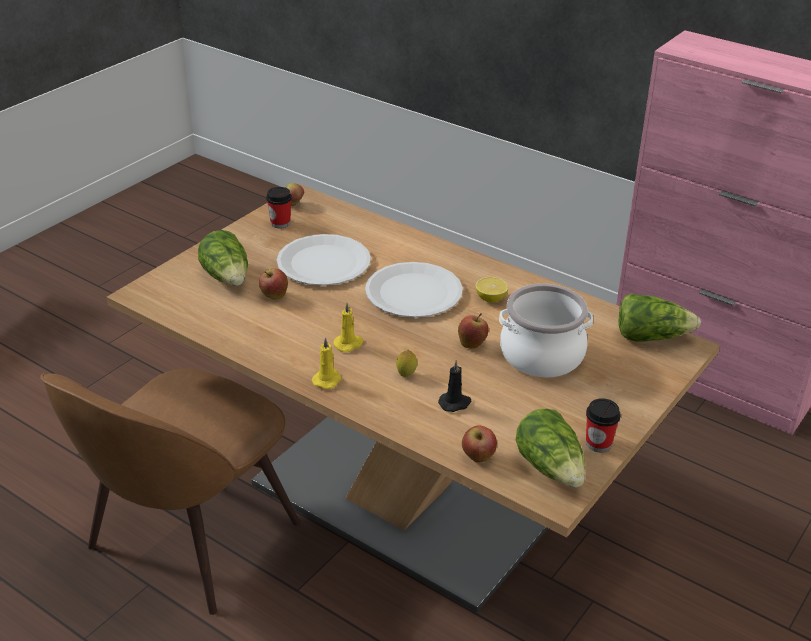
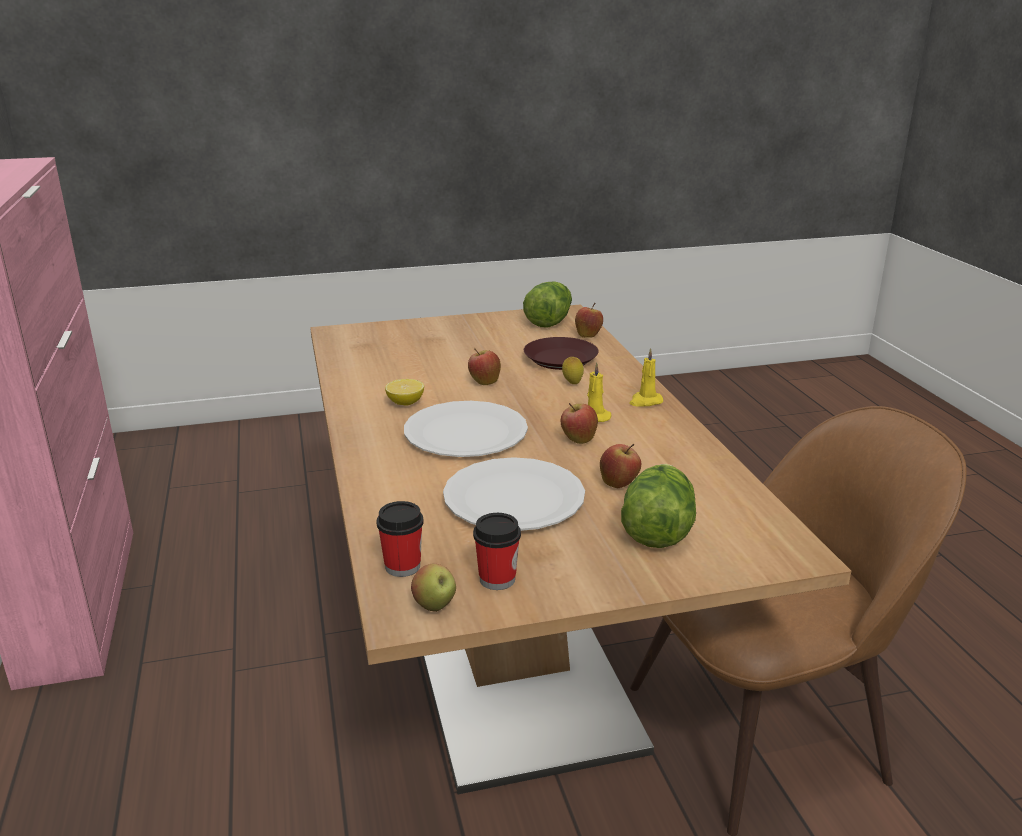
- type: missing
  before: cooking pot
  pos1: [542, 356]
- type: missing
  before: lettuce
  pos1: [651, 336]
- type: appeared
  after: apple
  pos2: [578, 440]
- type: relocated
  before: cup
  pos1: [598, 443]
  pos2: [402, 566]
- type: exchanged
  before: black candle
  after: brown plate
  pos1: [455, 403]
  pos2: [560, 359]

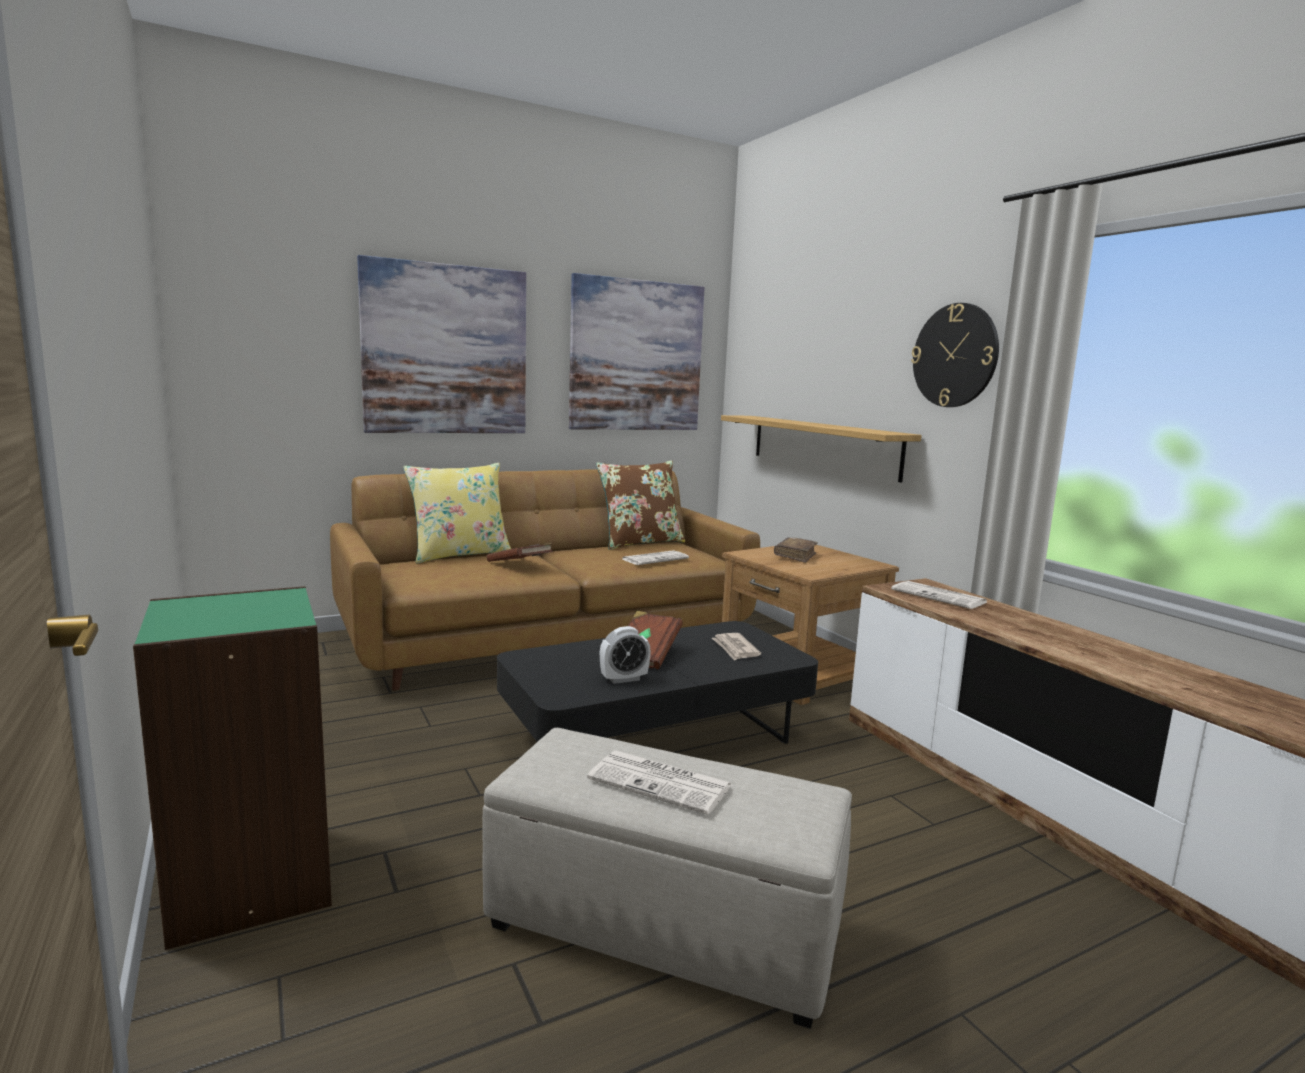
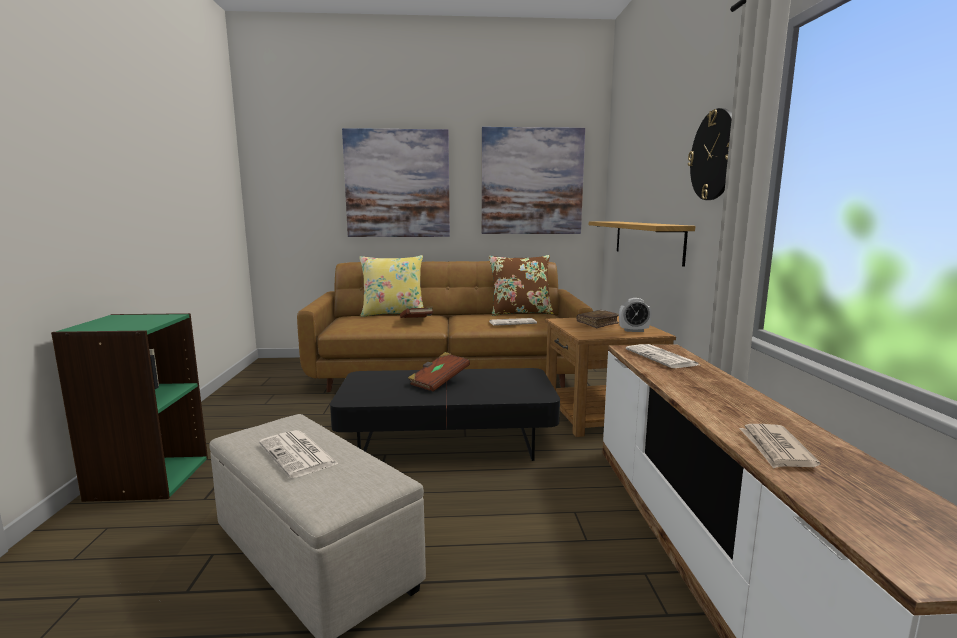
- type: relocated
  before: alarm clock
  pos1: [624, 679]
  pos2: [633, 330]
- type: relocated
  before: newspaper
  pos1: [735, 649]
  pos2: [775, 449]

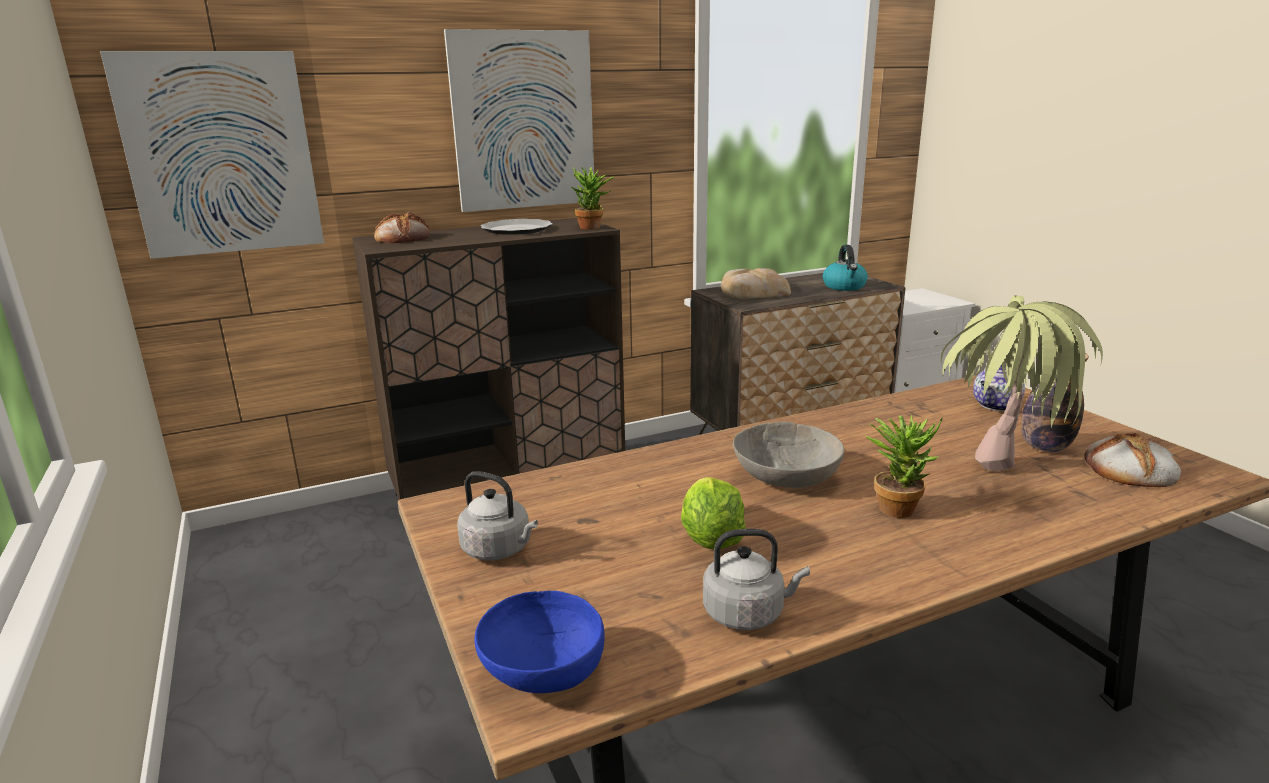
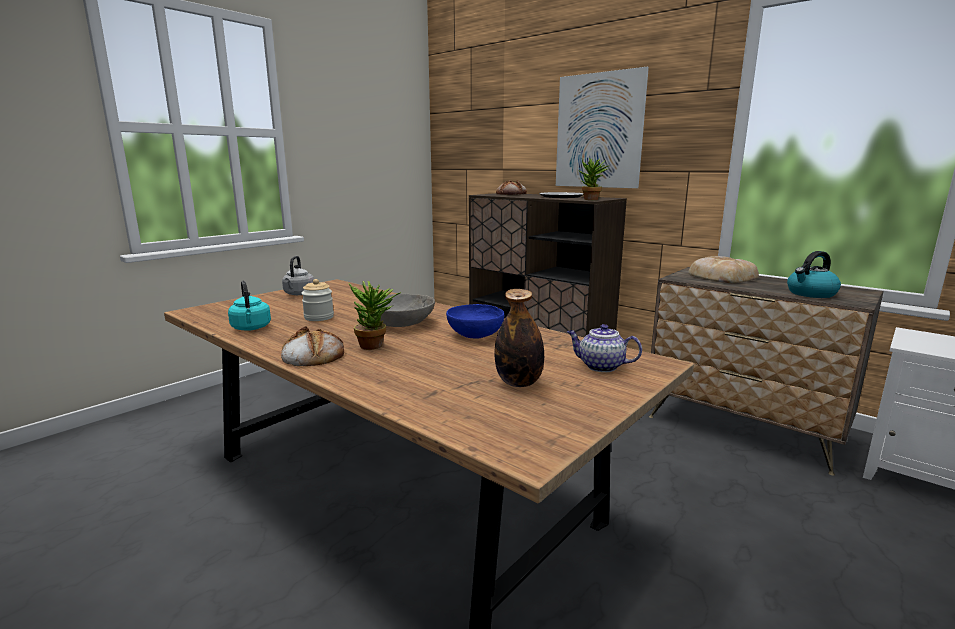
- type: missing
  before: picture
  pos1: [221, 154]
- type: missing
  before: potted plant
  pos1: [996, 486]
- type: relocated
  before: blue bowl
  pos1: [541, 671]
  pos2: [475, 335]
- type: relocated
  before: bread
  pos1: [1129, 470]
  pos2: [312, 355]
- type: exchanged
  before: lettuce
  after: jar
  pos1: [711, 539]
  pos2: [319, 317]
- type: colour
  before: grey kettle
  after: turquoise kettle
  pos1: [747, 613]
  pos2: [251, 328]

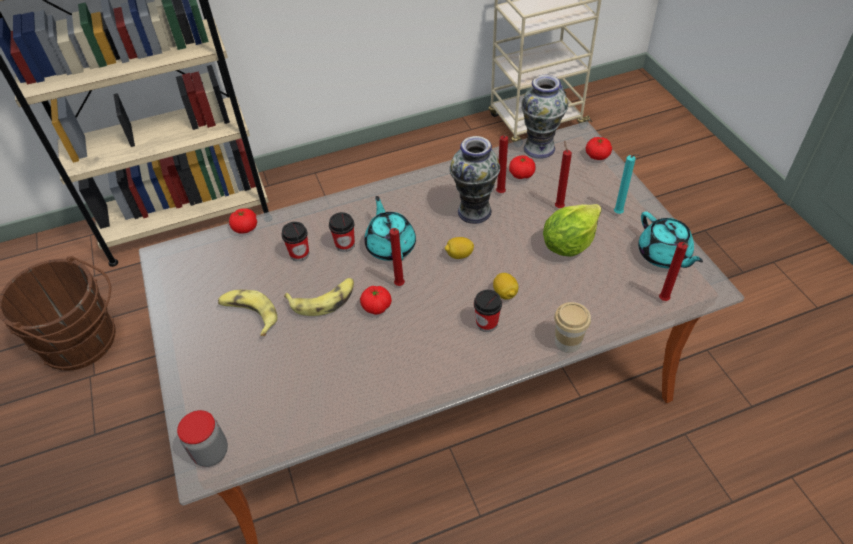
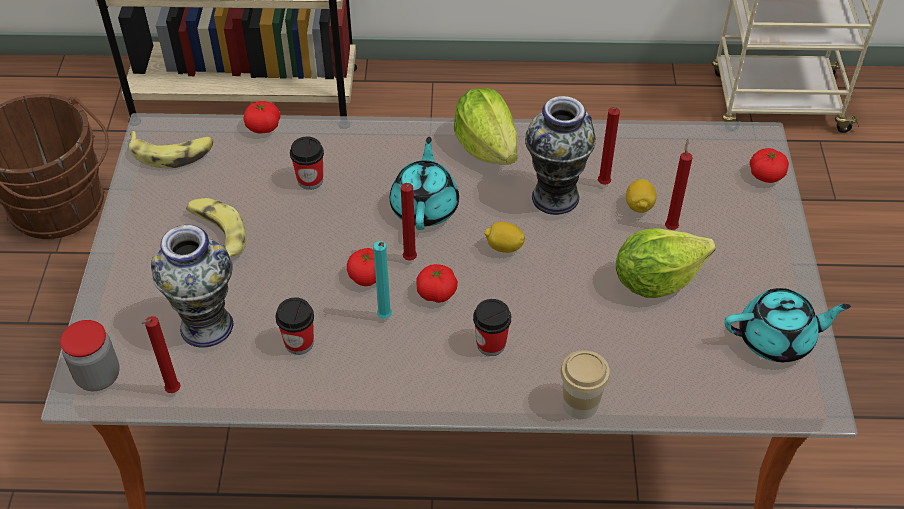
- type: appeared
  after: lettuce
  pos2: [486, 146]
- type: relocated
  before: banana
  pos1: [324, 300]
  pos2: [172, 153]
- type: relocated
  before: cup
  pos1: [345, 244]
  pos2: [299, 343]
- type: relocated
  before: lemon
  pos1: [505, 293]
  pos2: [639, 206]
- type: relocated
  before: tomato
  pos1: [521, 174]
  pos2: [436, 293]
- type: relocated
  before: vase
  pos1: [539, 148]
  pos2: [206, 326]
- type: relocated
  before: turquoise candle
  pos1: [619, 214]
  pos2: [385, 318]
- type: relocated
  before: red candle
  pos1: [664, 301]
  pos2: [172, 392]
- type: spun
  before: turquoise teapot
  pos1: [663, 255]
  pos2: [777, 339]
  turn: -90

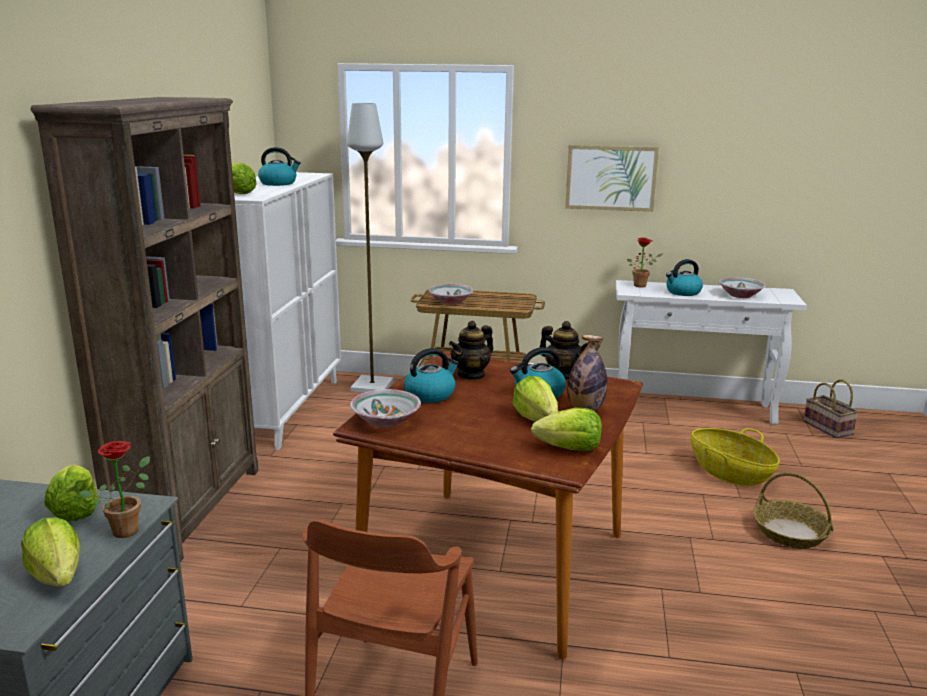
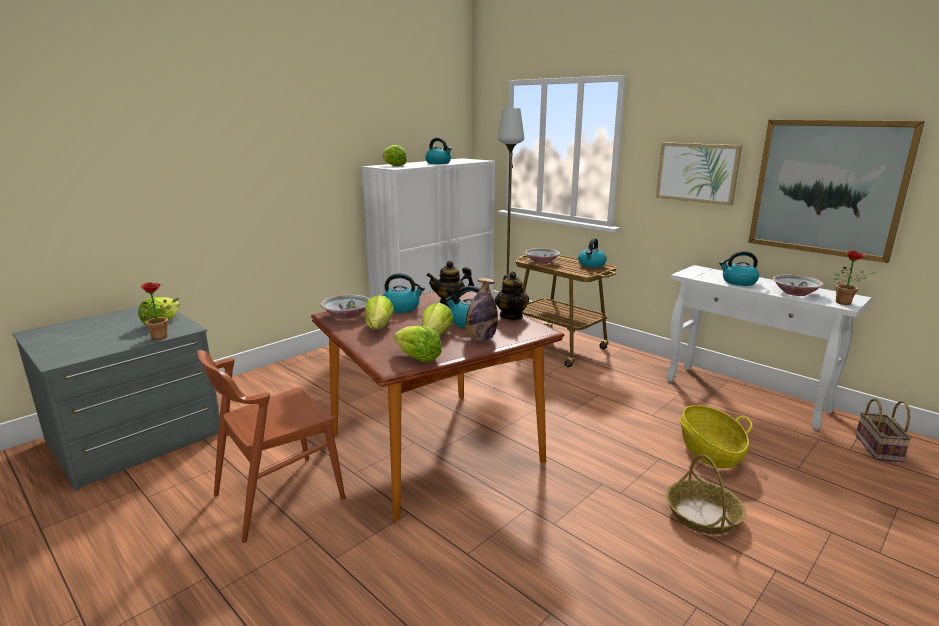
- type: missing
  before: brown bookcase
  pos1: [191, 508]
- type: appeared
  after: kettle
  pos2: [591, 265]
- type: appeared
  after: picture
  pos2: [827, 188]
- type: relocated
  before: lettuce
  pos1: [58, 576]
  pos2: [379, 327]
- type: relocated
  before: potted plant
  pos1: [642, 285]
  pos2: [846, 303]

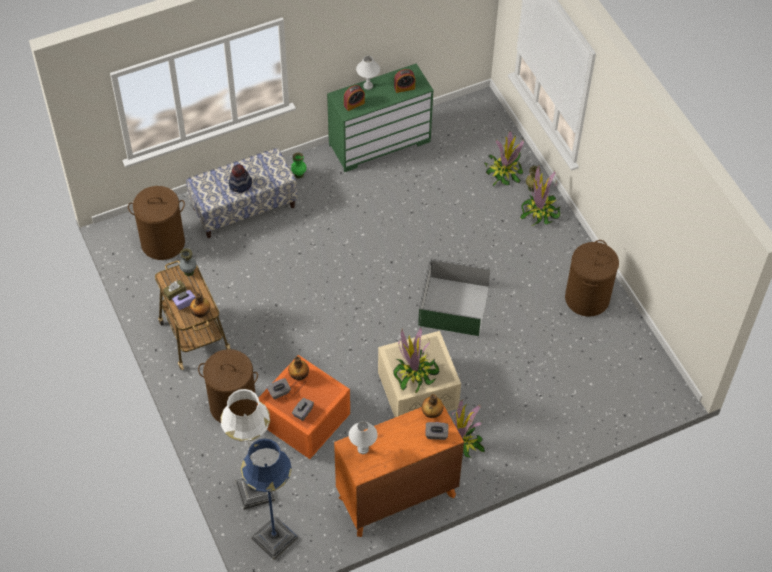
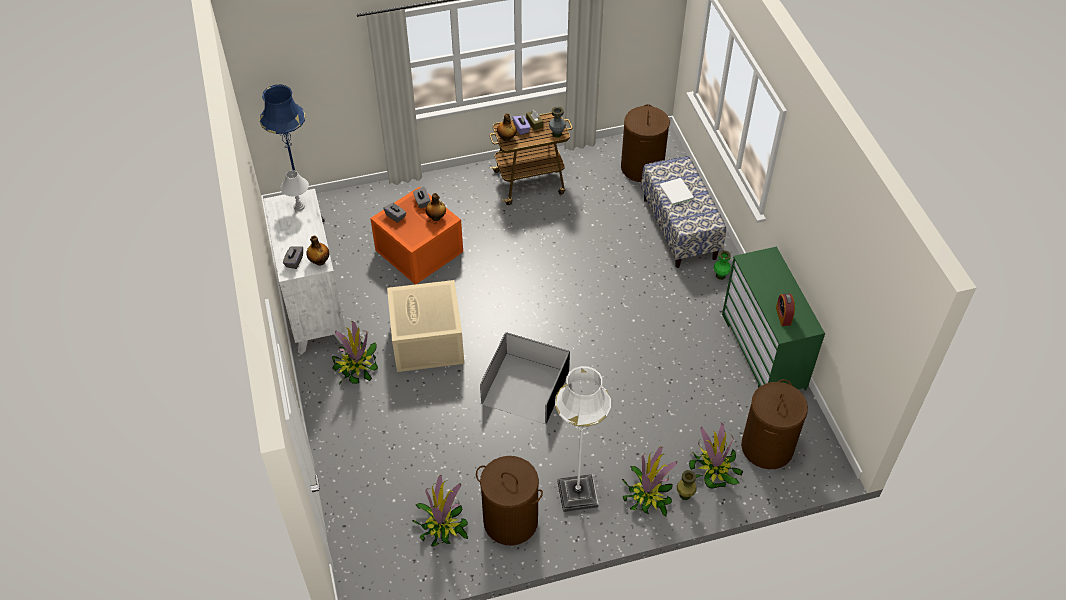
- type: missing
  before: alarm clock
  pos1: [354, 104]
- type: missing
  before: white table lamp
  pos1: [368, 86]
- type: relocated
  before: brown laundry basket
  pos1: [233, 405]
  pos2: [767, 447]
- type: relocated
  before: white floor lamp
  pos1: [255, 491]
  pos2: [577, 494]
- type: relocated
  before: potted plant
  pos1: [414, 372]
  pos2: [442, 526]
- type: exchanged
  before: hat
  after: white book
  pos1: [240, 185]
  pos2: [676, 193]
- type: colour
  before: orange dresser
  after: white dresser
  pos1: [397, 496]
  pos2: [314, 309]
- type: colour
  before: green storage box
  after: black storage box
  pos1: [453, 306]
  pos2: [524, 387]

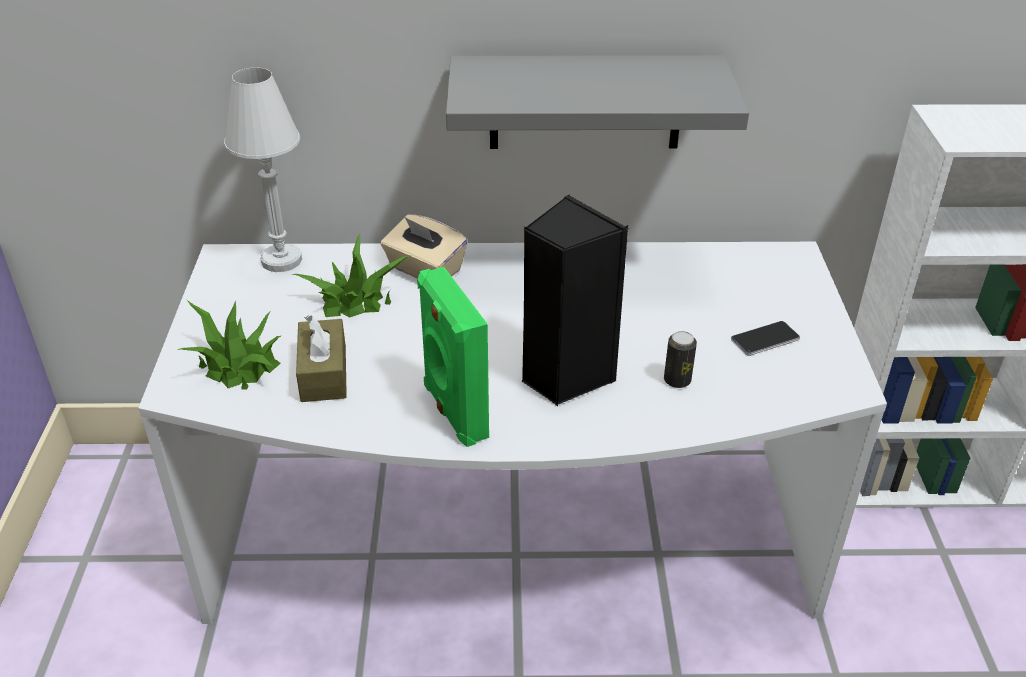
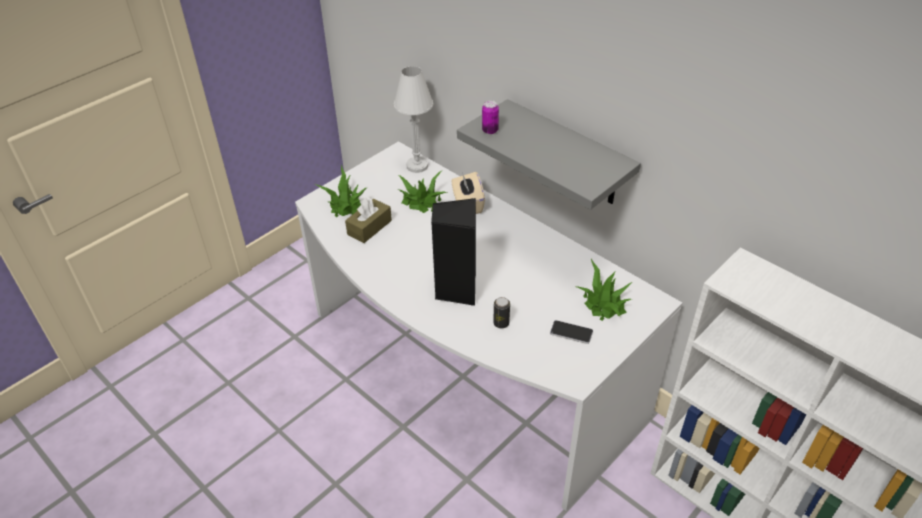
- type: missing
  before: green speaker
  pos1: [453, 412]
- type: appeared
  after: can
  pos2: [490, 130]
- type: appeared
  after: potted plant
  pos2: [604, 303]

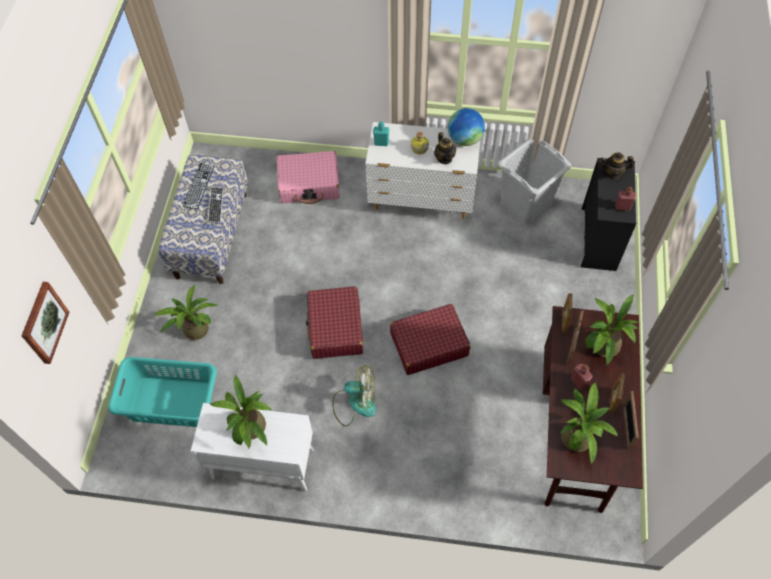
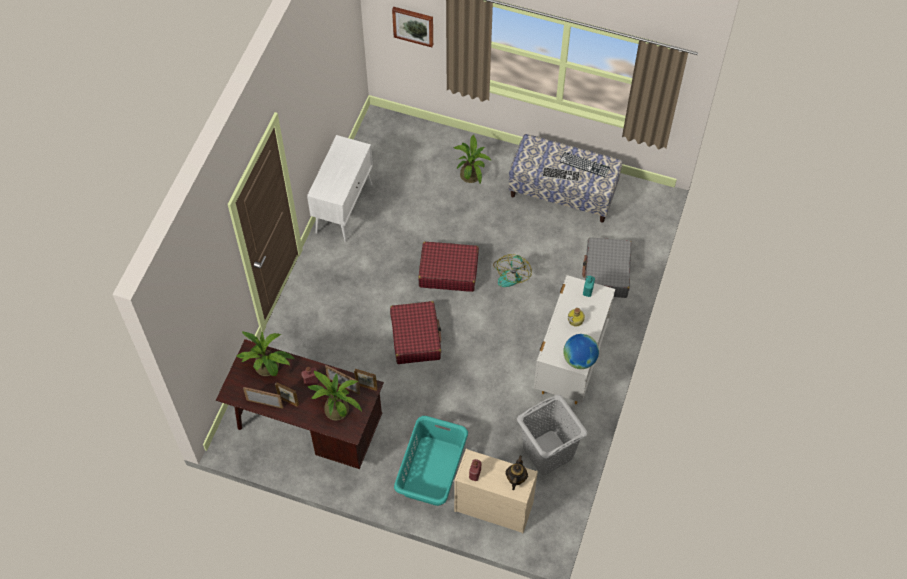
- type: missing
  before: potted plant
  pos1: [250, 430]
- type: missing
  before: teapot
  pos1: [444, 158]
- type: relocated
  before: turquoise laundry basket
  pos1: [171, 401]
  pos2: [432, 470]
- type: relocated
  before: fan
  pos1: [355, 403]
  pos2: [511, 273]
- type: colour
  before: pink suitcase
  after: grey suitcase
  pos1: [309, 184]
  pos2: [606, 273]
- type: colour
  before: black dresser
  after: beige dresser
  pos1: [598, 239]
  pos2: [492, 506]

